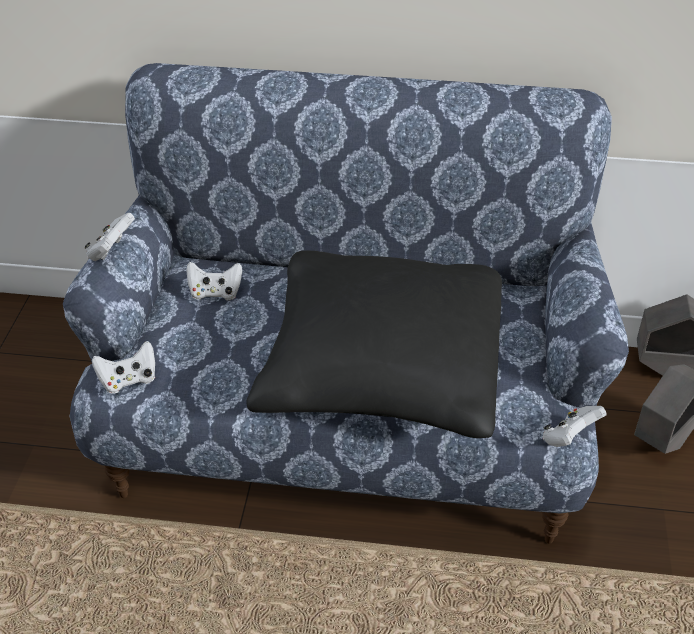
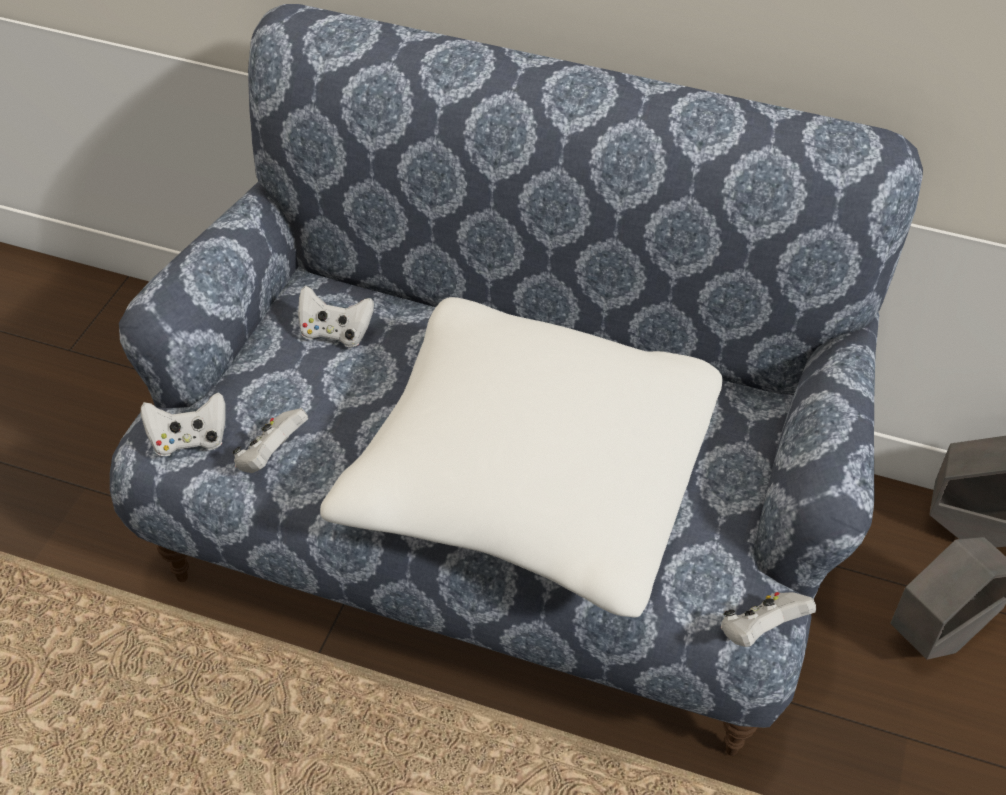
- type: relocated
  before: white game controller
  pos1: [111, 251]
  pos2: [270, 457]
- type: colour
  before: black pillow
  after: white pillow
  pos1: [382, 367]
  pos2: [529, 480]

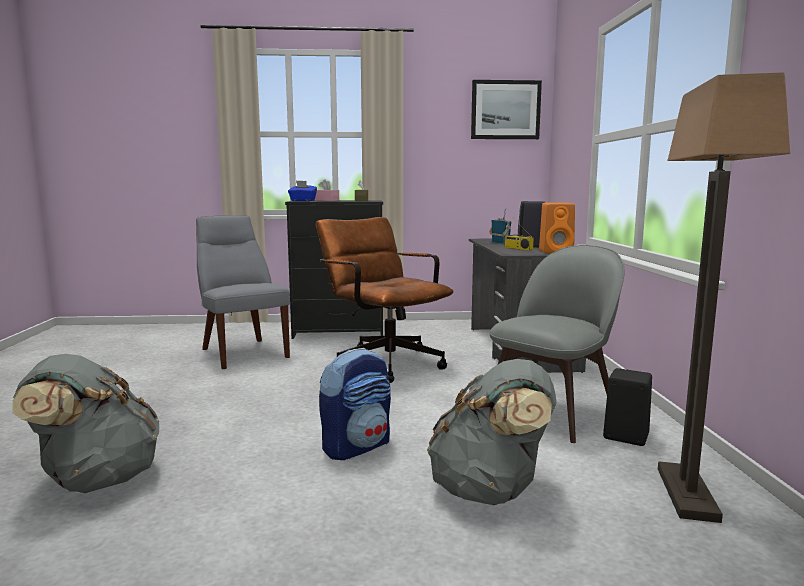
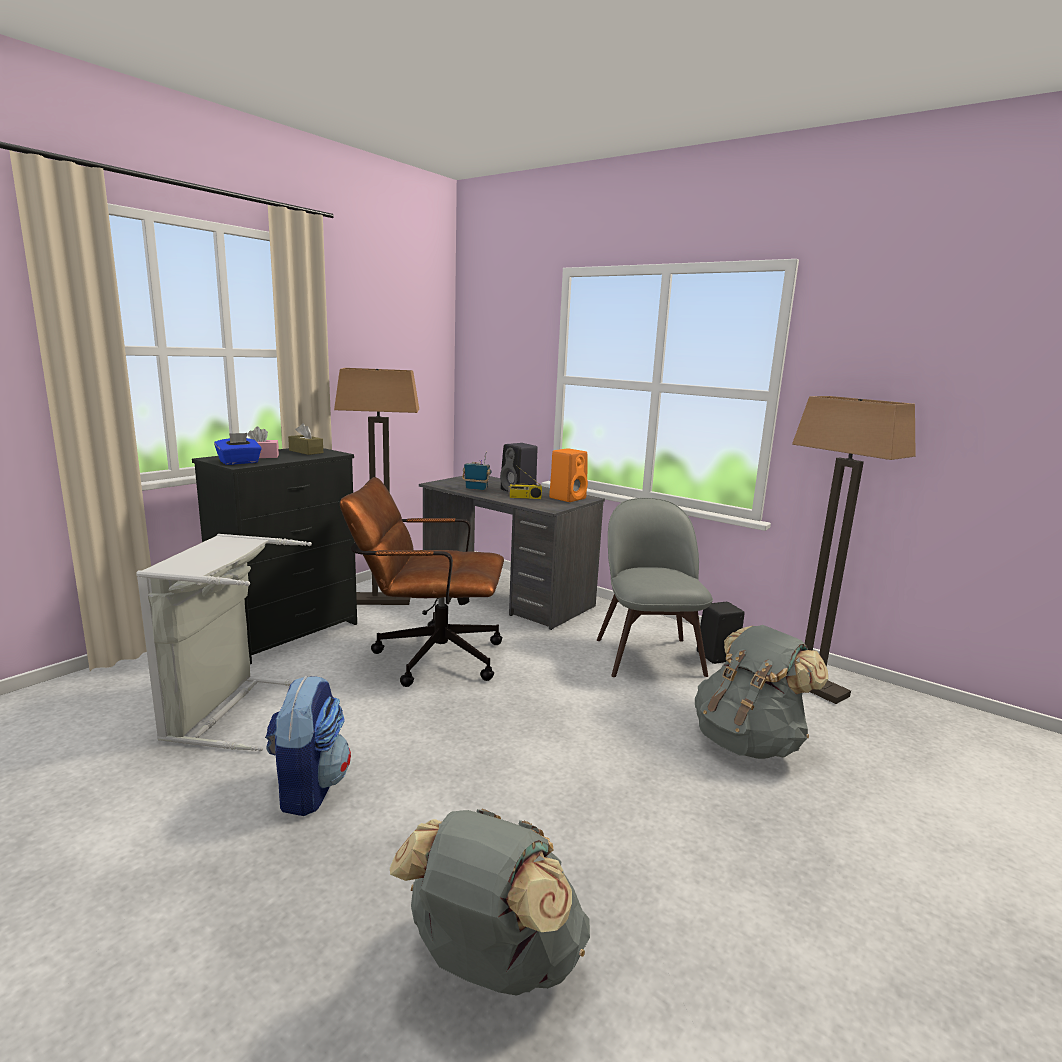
- type: missing
  before: picture
  pos1: [505, 110]
- type: appeared
  after: floor lamp
  pos2: [382, 600]
- type: relocated
  before: backpack
  pos1: [357, 446]
  pos2: [308, 788]
- type: exchanged
  before: grey chair
  after: grey laundry basket
  pos1: [242, 352]
  pos2: [229, 710]

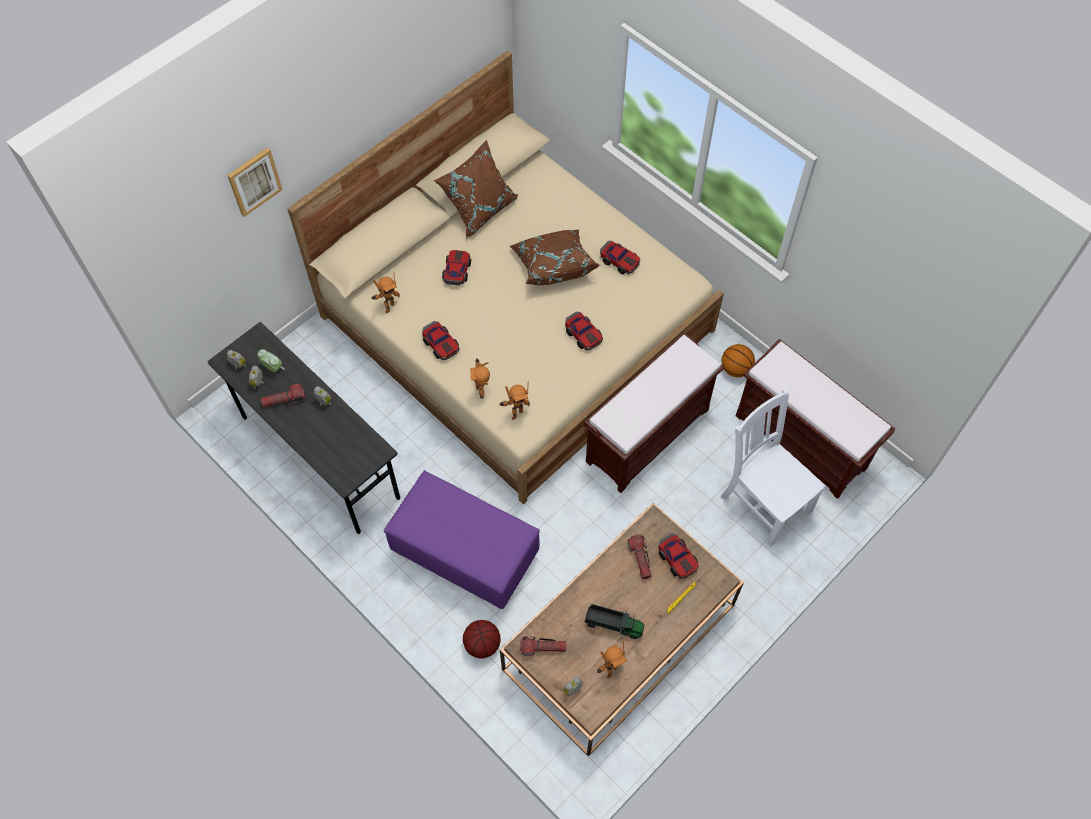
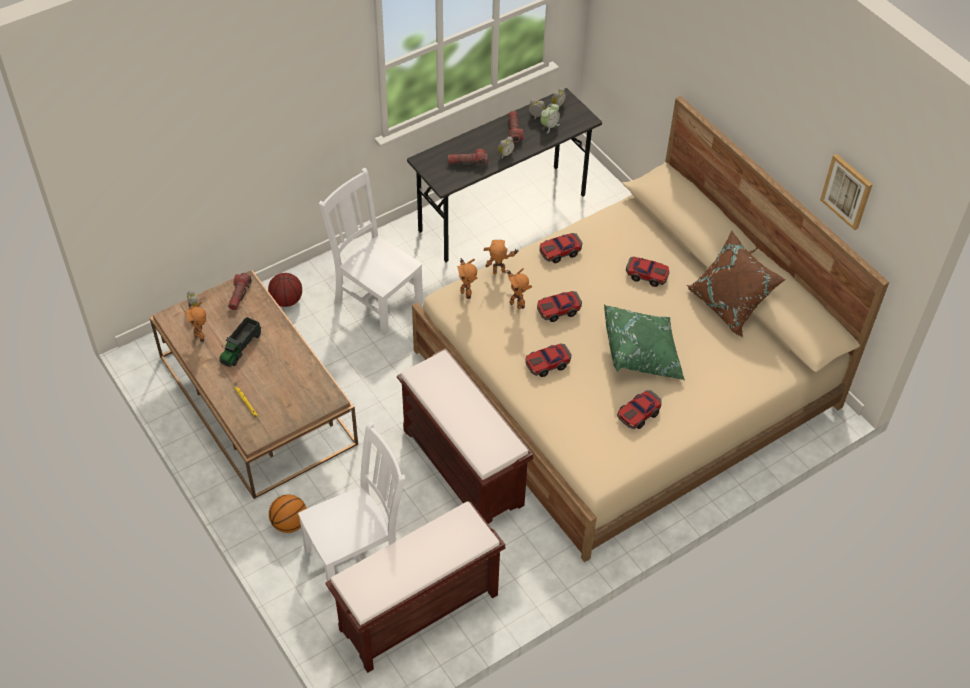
- type: relocated
  before: picture
  pos1: [254, 181]
  pos2: [847, 191]
- type: relocated
  before: toy robot
  pos1: [388, 307]
  pos2: [516, 304]
- type: relocated
  before: flashlight
  pos1: [640, 559]
  pos2: [467, 162]
- type: relocated
  before: toy car
  pos1: [677, 558]
  pos2: [558, 310]
- type: relocated
  before: basketball
  pos1: [735, 369]
  pos2: [289, 523]
- type: exchanged
  before: purple ottoman
  after: white chair
  pos1: [464, 553]
  pos2: [376, 300]
- type: colour
  before: brown pillow
  after: green pillow
  pos1: [553, 265]
  pos2: [642, 354]

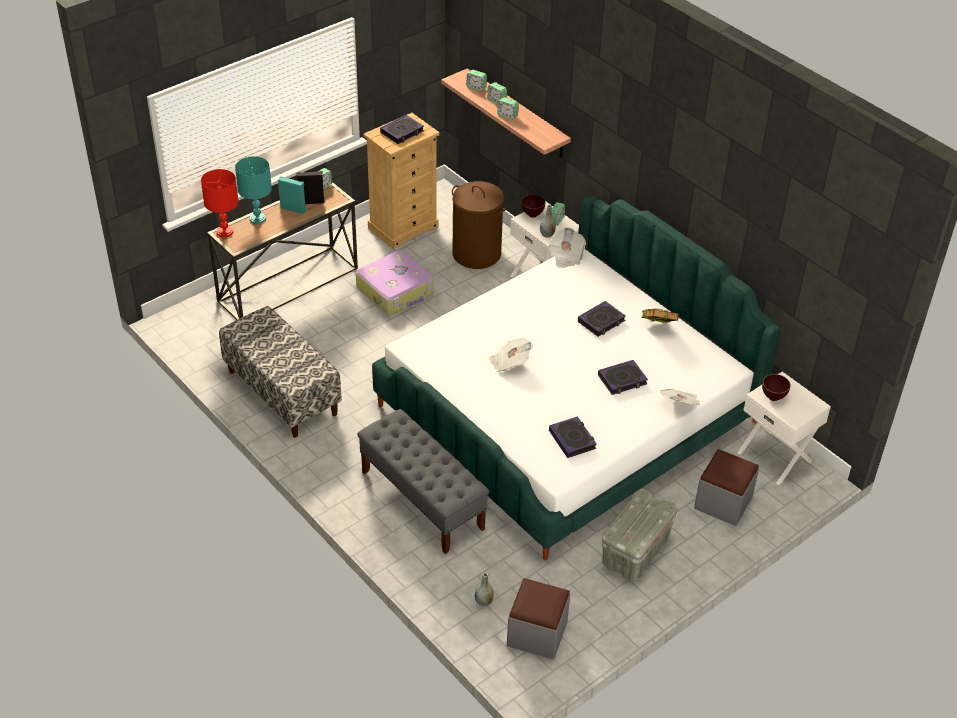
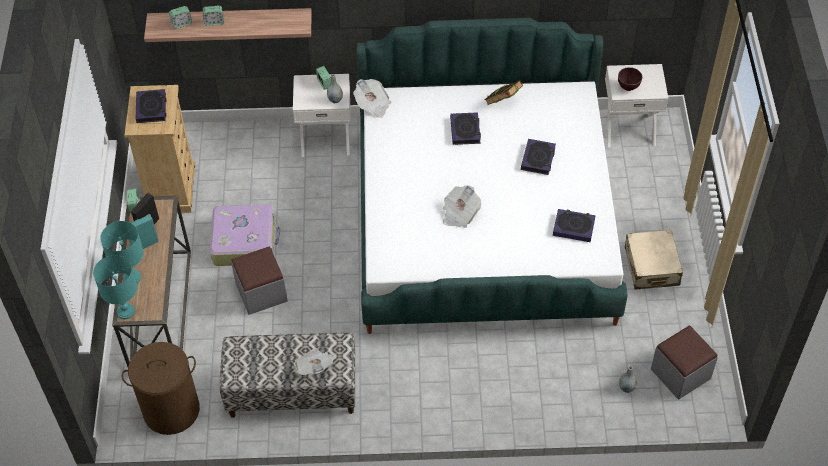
- type: missing
  before: grey bench
  pos1: [422, 500]
- type: missing
  before: alarm clock
  pos1: [507, 115]
- type: missing
  before: brown bowl
  pos1: [532, 215]
- type: relocated
  before: brown laundry basket
  pos1: [477, 254]
  pos2: [171, 410]
- type: relocated
  before: newspaper
  pos1: [680, 404]
  pos2: [314, 367]
- type: relocated
  before: grey ottoman
  pos1: [723, 503]
  pos2: [261, 292]
- type: exchanged
  before: grey storage box
  after: beige suitcase
  pos1: [635, 552]
  pos2: [651, 266]
- type: colour
  before: red table lamp
  after: turquoise table lamp
  pos1: [225, 232]
  pos2: [126, 311]

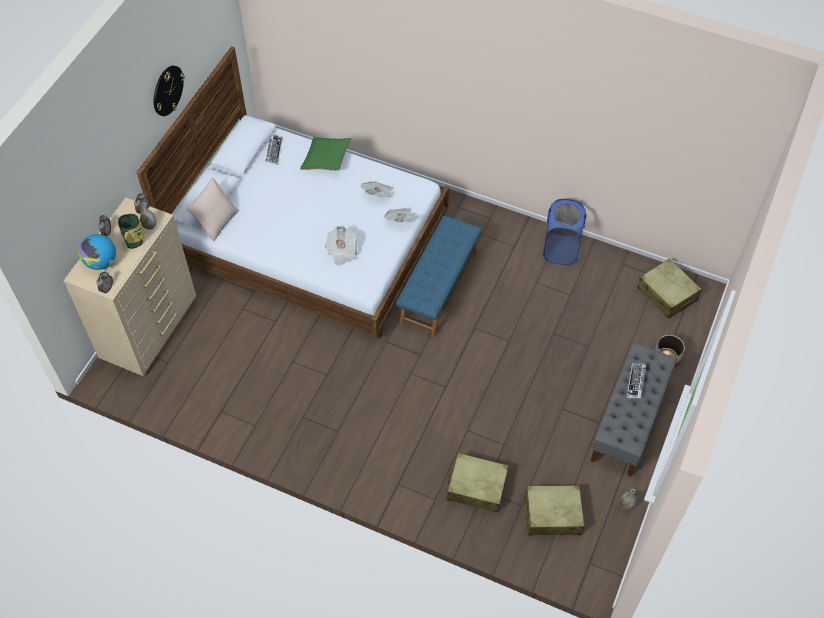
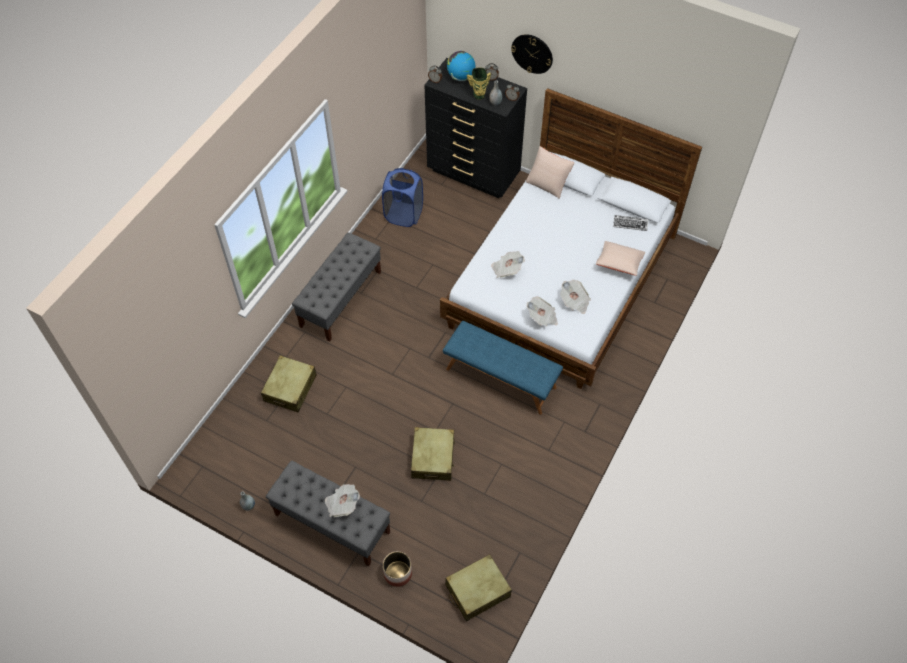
- type: appeared
  after: grey bench
  pos2: [341, 299]
- type: relocated
  before: wall clock
  pos1: [167, 90]
  pos2: [532, 53]
- type: relocated
  before: beige suitcase
  pos1: [552, 514]
  pos2: [433, 458]
- type: relocated
  before: blue laundry basket
  pos1: [560, 250]
  pos2: [403, 214]
- type: exchanged
  before: keyboard
  after: newspaper
  pos1: [636, 382]
  pos2: [342, 504]
- type: colour
  before: beige dresser
  after: black dresser
  pos1: [151, 330]
  pos2: [473, 173]
- type: colour
  before: green pillow
  after: beige pillow
  pos1: [326, 159]
  pos2: [619, 263]

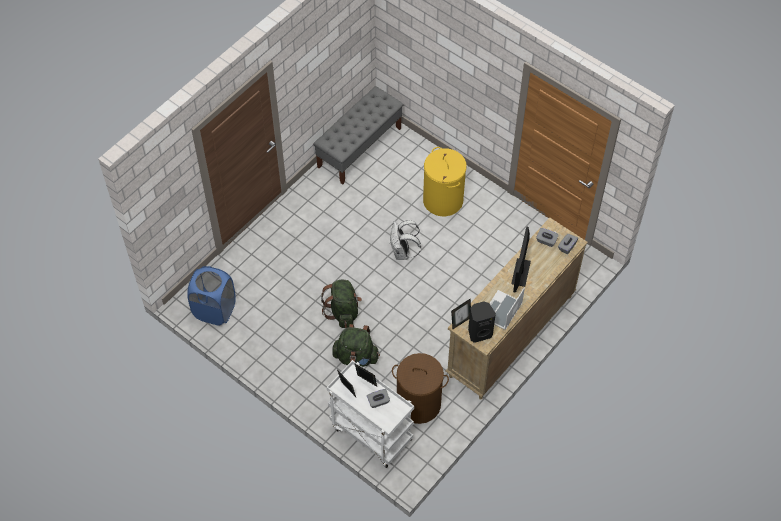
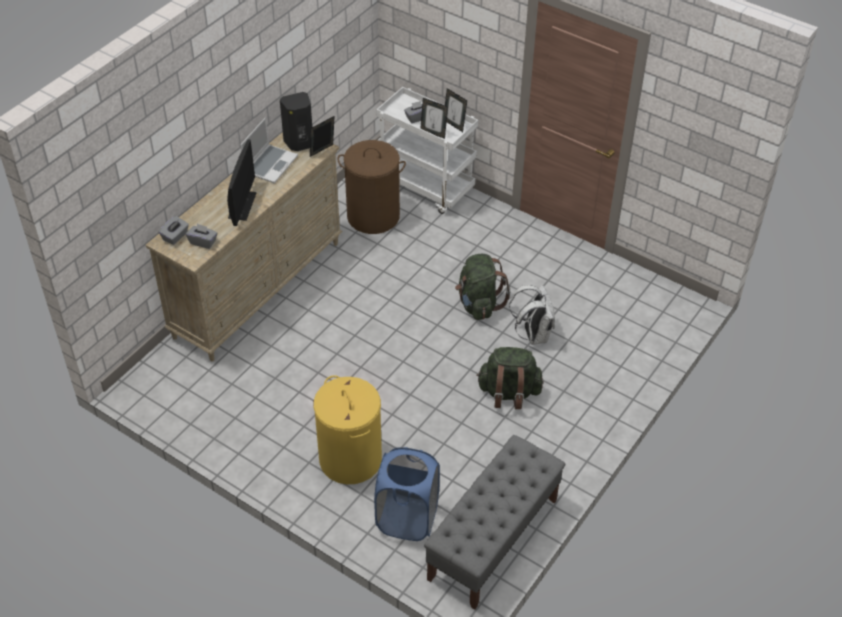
- type: relocated
  before: blue laundry basket
  pos1: [215, 310]
  pos2: [407, 518]
- type: relocated
  before: green backpack
  pos1: [356, 357]
  pos2: [509, 393]
- type: relocated
  before: white backpack
  pos1: [402, 252]
  pos2: [533, 334]

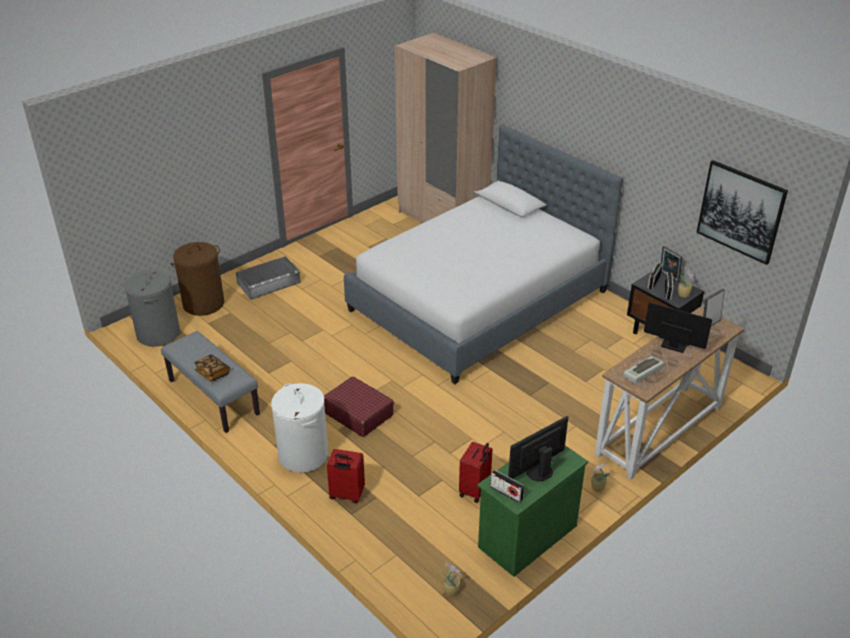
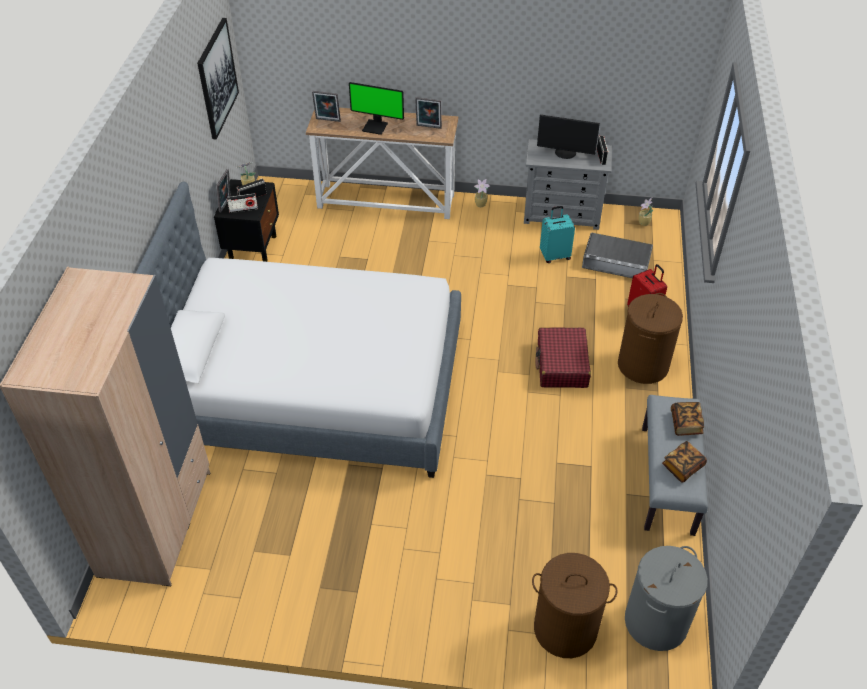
- type: appeared
  after: book
  pos2: [682, 467]
- type: relocated
  before: grey storage box
  pos1: [268, 283]
  pos2: [616, 261]
- type: exchanged
  before: keyboard
  after: picture frame
  pos1: [643, 373]
  pos2: [428, 127]
- type: colour
  before: white laundry basket
  after: brown laundry basket
  pos1: [303, 455]
  pos2: [642, 365]
- type: colour
  before: red suitcase
  after: turquoise suitcase
  pos1: [475, 490]
  pos2: [555, 255]
- type: colour
  before: green dresser
  after: grey dresser
  pos1: [527, 536]
  pos2: [562, 214]
- type: spun
  before: monitor
  pos1: [674, 344]
  pos2: [376, 126]
  turn: -60

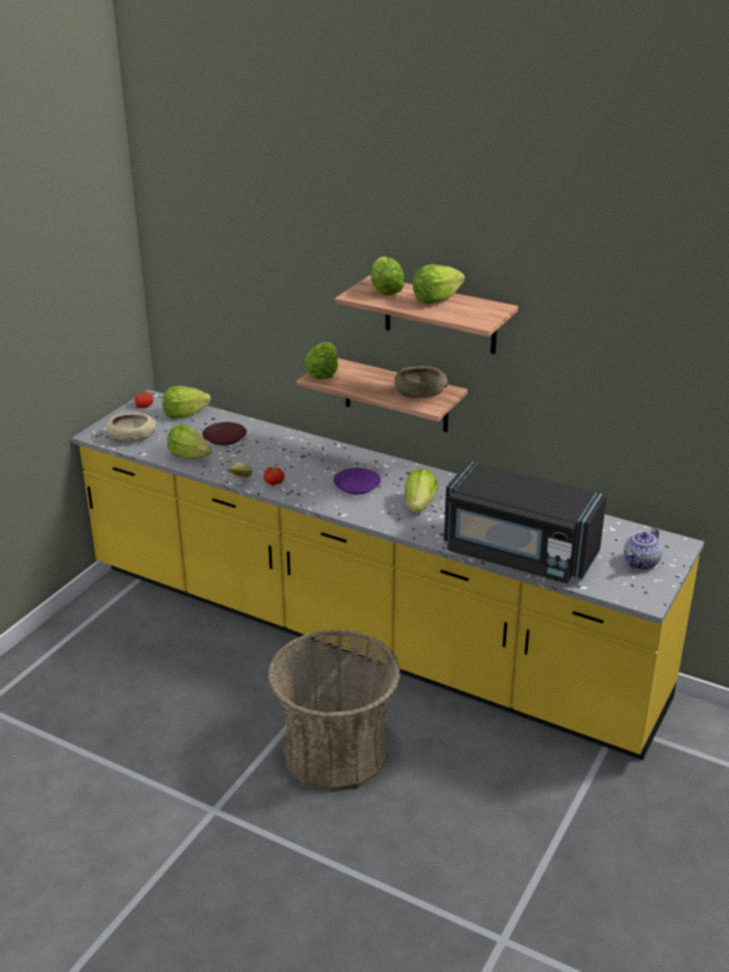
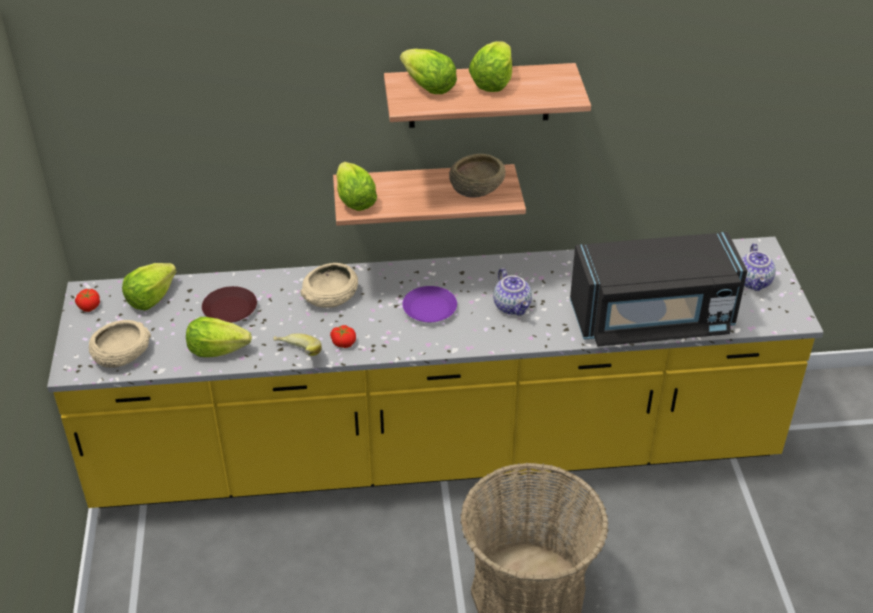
- type: appeared
  after: beige bowl
  pos2: [331, 296]
- type: exchanged
  before: lettuce
  after: teapot
  pos1: [419, 506]
  pos2: [513, 306]

